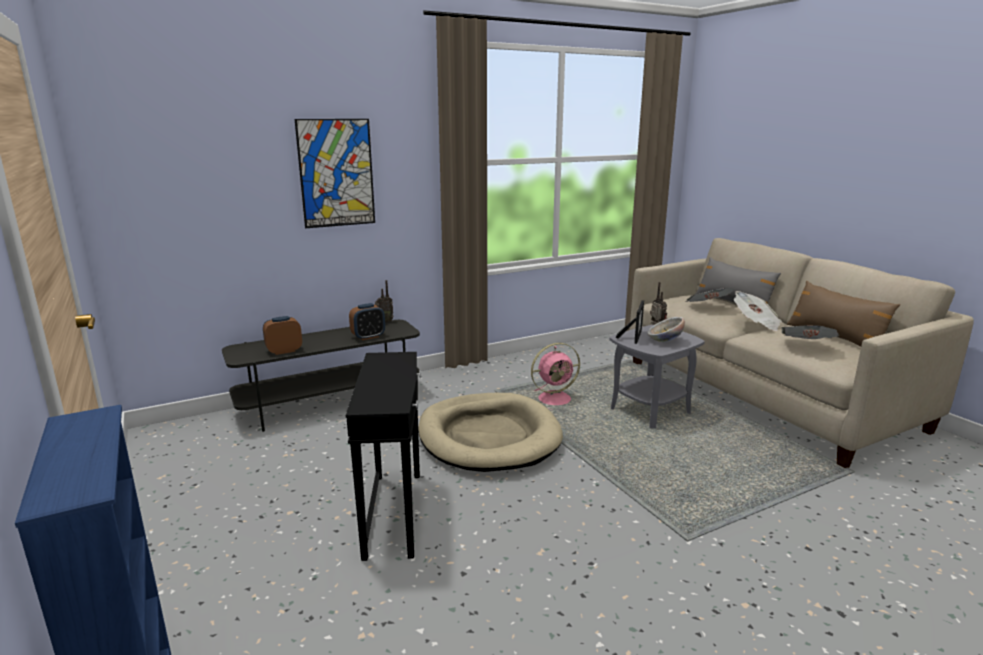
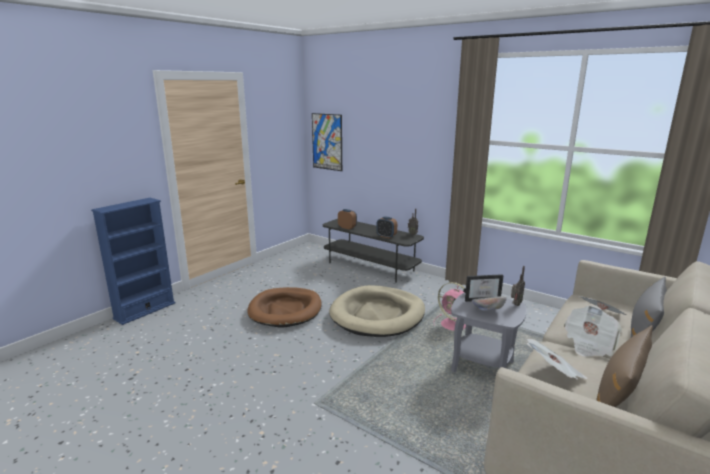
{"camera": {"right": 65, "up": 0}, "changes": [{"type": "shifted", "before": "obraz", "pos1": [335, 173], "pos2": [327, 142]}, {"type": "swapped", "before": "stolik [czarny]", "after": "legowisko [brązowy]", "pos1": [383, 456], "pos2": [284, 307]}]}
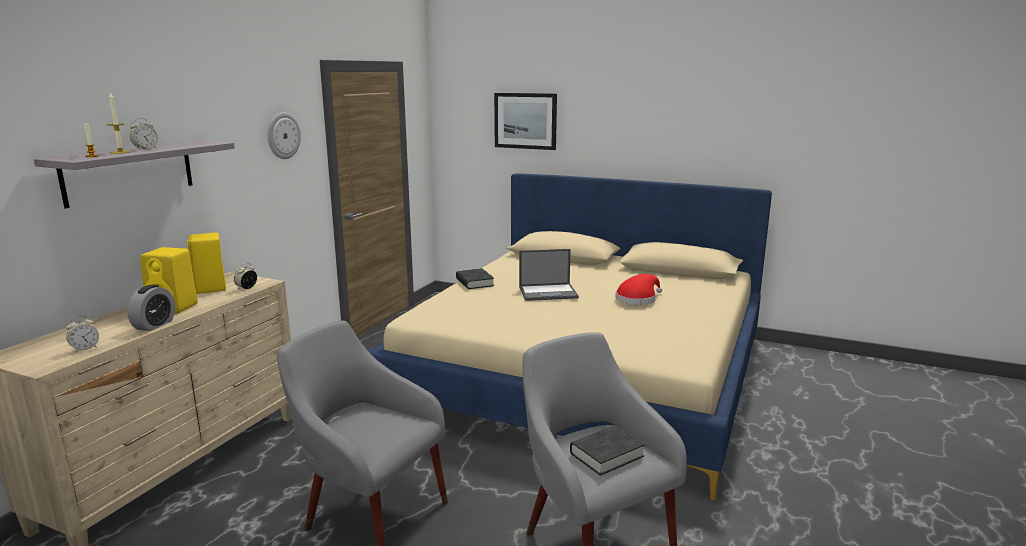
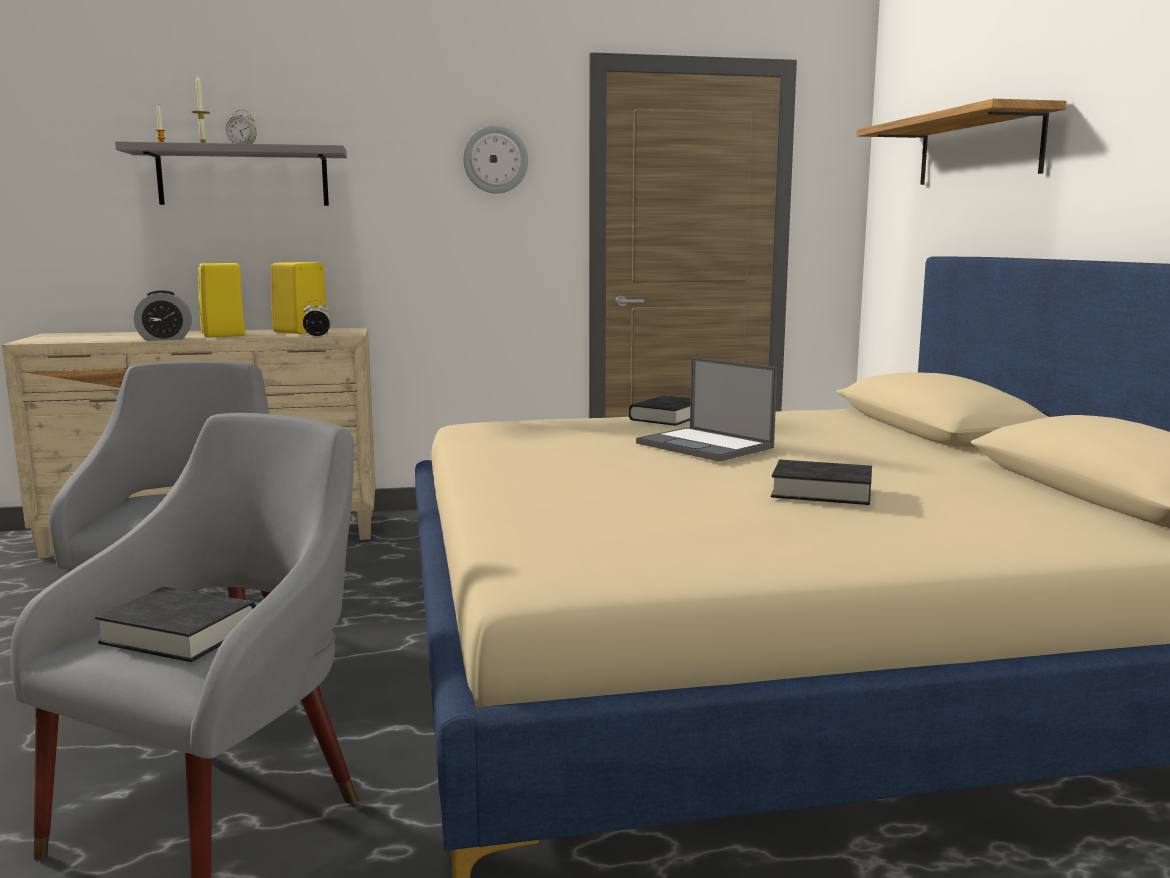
{"camera": {"right": 55, "up": -5}, "changes": [{"type": "gone", "before": "budzik", "pos1": [82, 334]}, {"type": "swapped", "before": "obraz", "after": "półka", "pos1": [525, 121], "pos2": [961, 142]}, {"type": "swapped", "before": "kapelusz [czerwony]", "after": "książka [czarny]", "pos1": [639, 289], "pos2": [821, 482]}]}
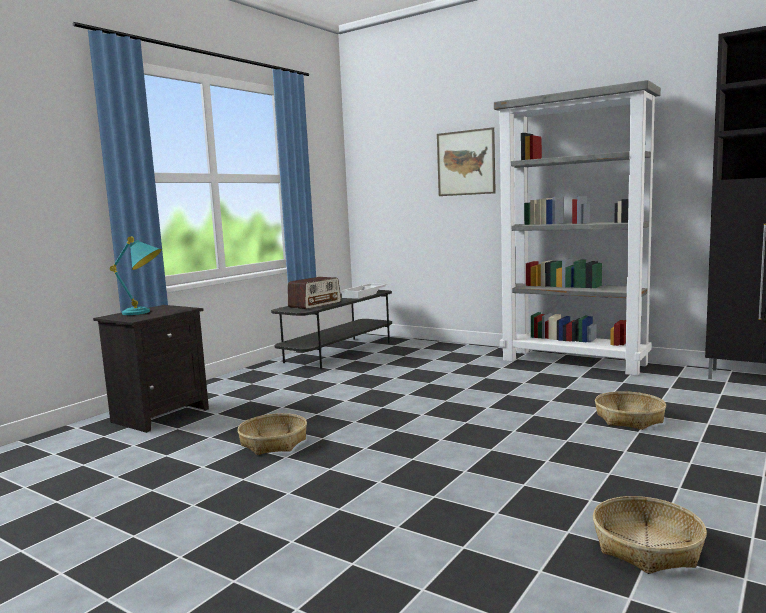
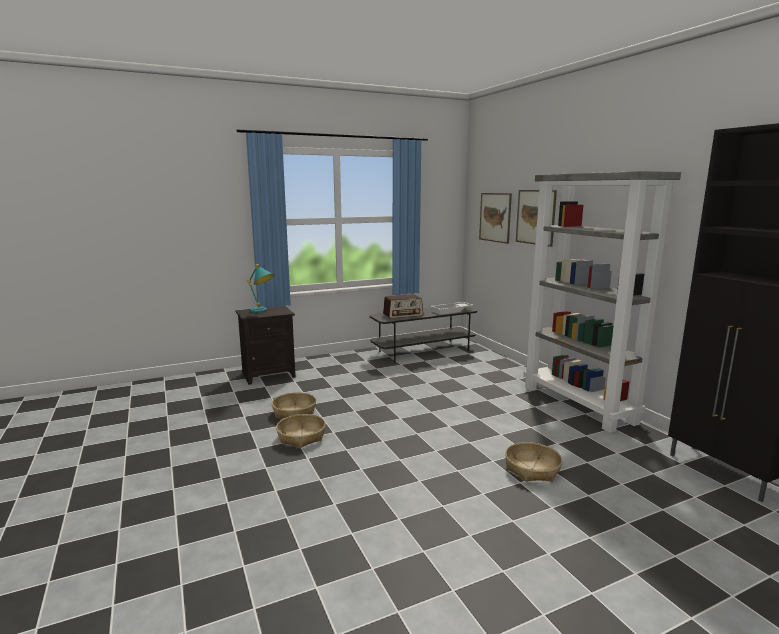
{"camera": {"right": 30, "up": 5}, "changes": [{"type": "new", "after": "obraz", "pos2": [495, 218]}, {"type": "shifted", "before": "koszyk", "pos1": [650, 535], "pos2": [301, 431]}]}
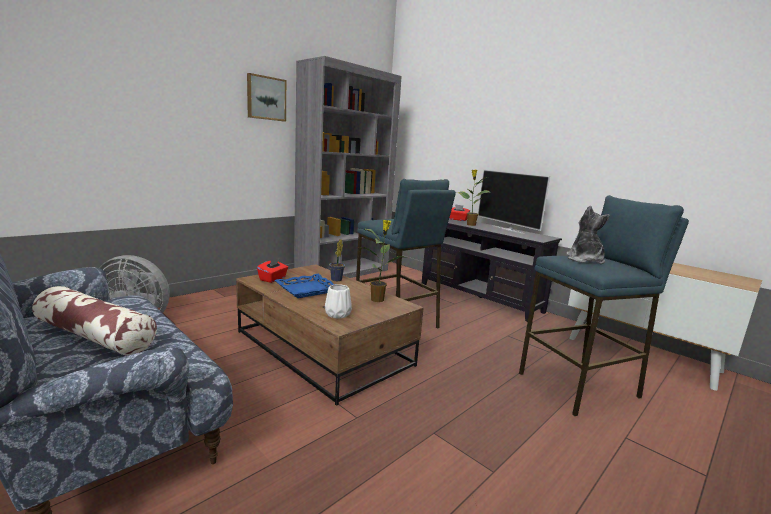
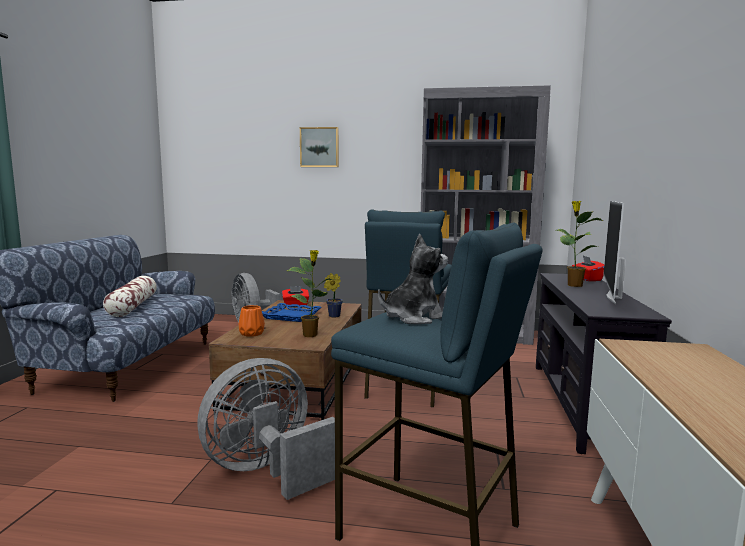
{"camera": {"right": 55, "up": -5}, "changes": [{"type": "new", "after": "wentylator [szary]", "pos2": [266, 429]}, {"type": "shifted", "before": "obraz", "pos1": [266, 97], "pos2": [319, 147]}, {"type": "repainted", "before": "wazon [biały]", "after": "wazon [pomarańczowy]", "pos1": [338, 301], "pos2": [252, 321]}]}
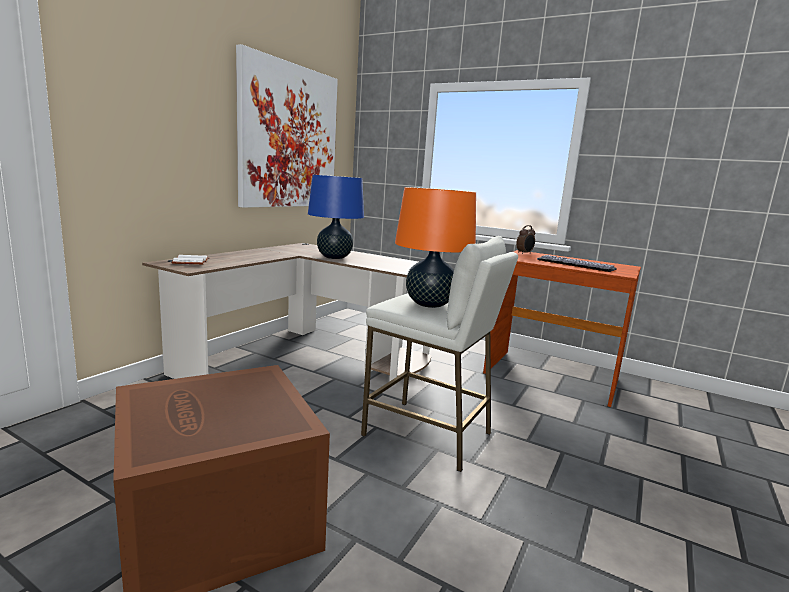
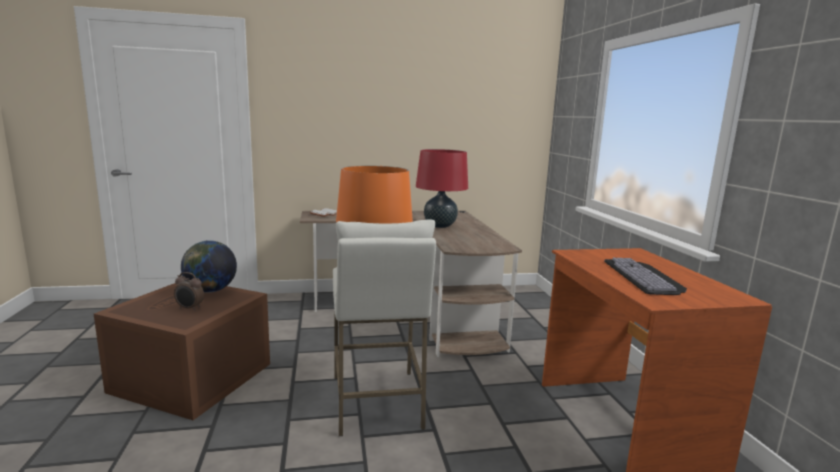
{"camera": {"right": 50, "up": 0}, "changes": [{"type": "gone", "before": "obraz", "pos1": [287, 126]}, {"type": "new", "after": "globus", "pos2": [209, 266]}, {"type": "shifted", "before": "budzik", "pos1": [525, 239], "pos2": [189, 291]}, {"type": "repainted", "before": "lampa stołowa [niebieski]", "after": "lampa stołowa [czerwony]", "pos1": [336, 217], "pos2": [442, 188]}]}
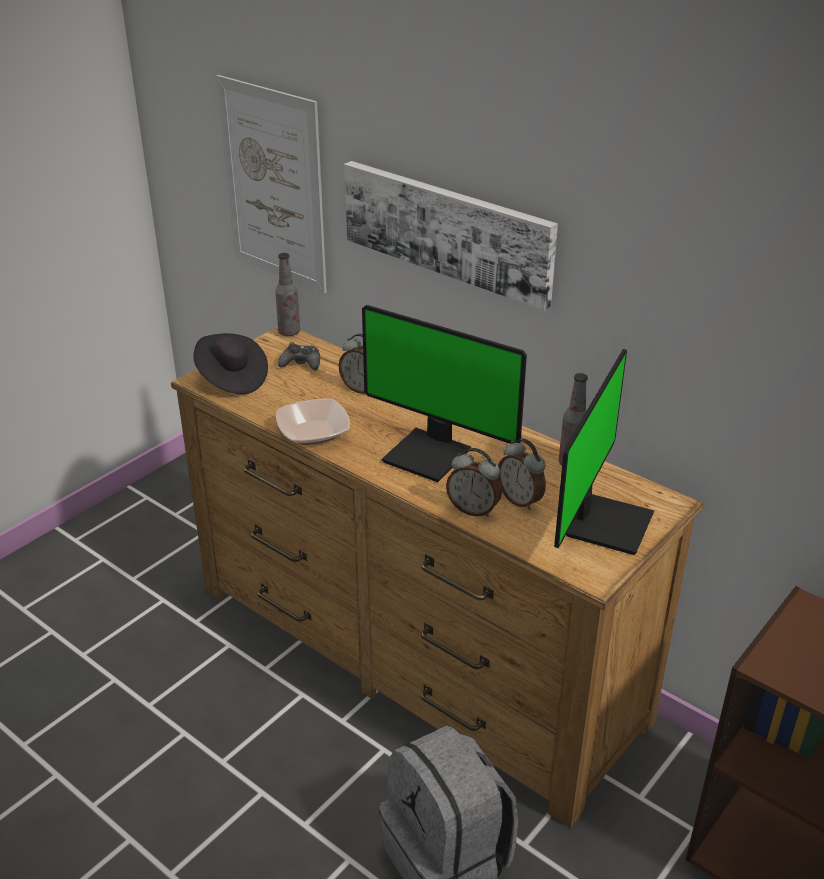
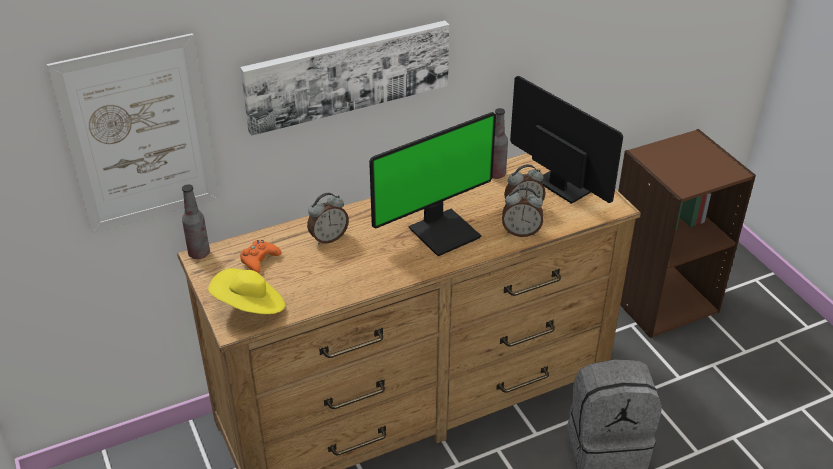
{"camera": {"right": -65, "up": 5}, "changes": [{"type": "gone", "before": "miska", "pos1": [313, 421]}, {"type": "repainted", "before": "kapelusz [czarny]", "after": "kapelusz [żółty]", "pos1": [230, 363], "pos2": [246, 291]}, {"type": "repainted", "before": "pad do gier [czarny]", "after": "pad do gier [pomarańczowy]", "pos1": [299, 356], "pos2": [260, 256]}, {"type": "rotated", "before": "budzik", "pos1": [474, 482], "pos2": [522, 212], "turn": 45}]}
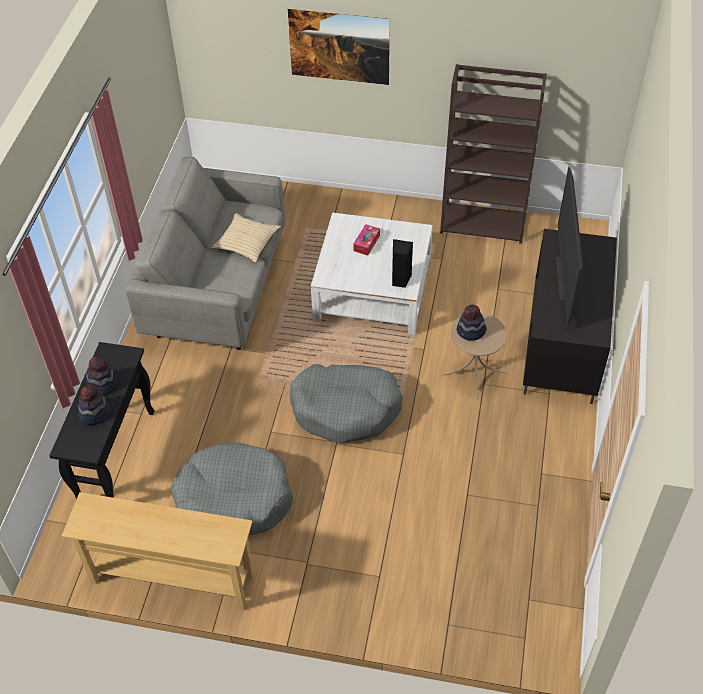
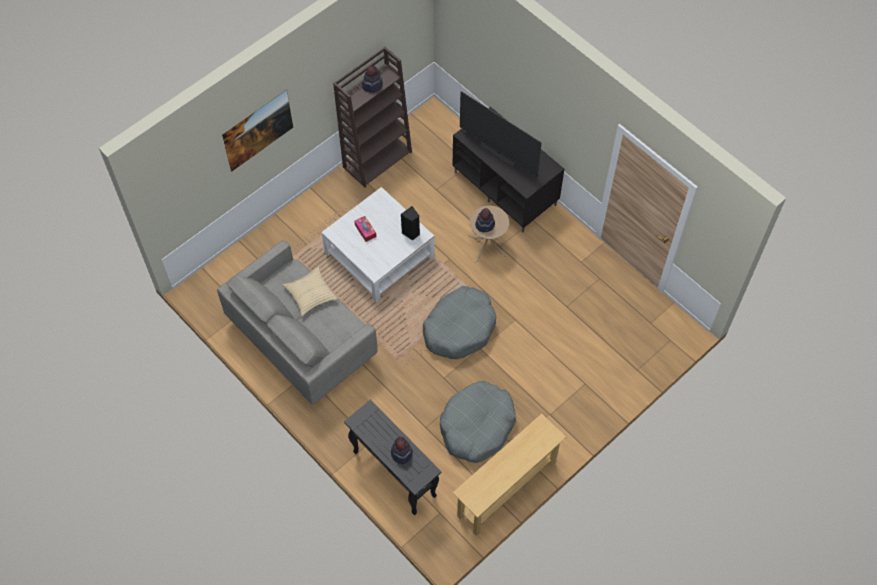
{"camera": {"right": -55, "up": 10}, "changes": [{"type": "shifted", "before": "kapelusz", "pos1": [101, 375], "pos2": [372, 79]}]}
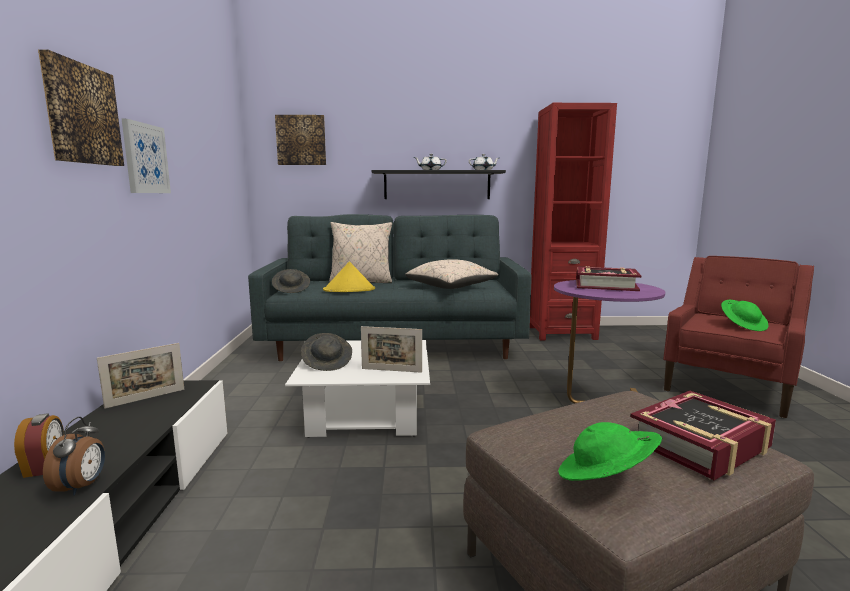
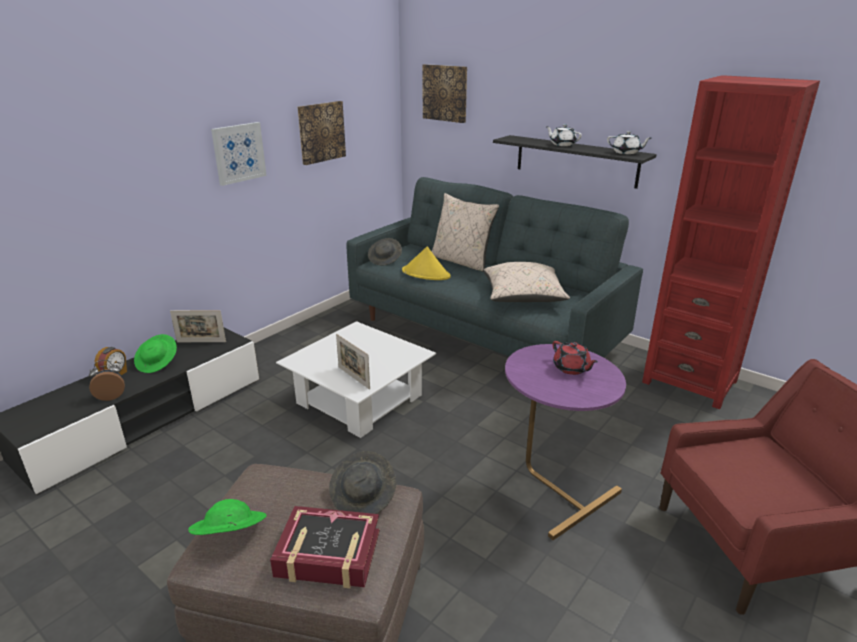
{"camera": {"right": 40, "up": 15}, "changes": [{"type": "shifted", "before": "obraz", "pos1": [81, 107], "pos2": [322, 133]}, {"type": "shifted", "before": "kapelusz [szary]", "pos1": [326, 352], "pos2": [362, 482]}, {"type": "shifted", "before": "kapelusz [zielony]", "pos1": [744, 315], "pos2": [155, 353]}, {"type": "swapped", "before": "książka", "after": "imbryk [czerwony]", "pos1": [608, 278], "pos2": [575, 358]}, {"type": "rotated", "before": "budzik", "pos1": [74, 456], "pos2": [107, 380], "turn": -150}]}
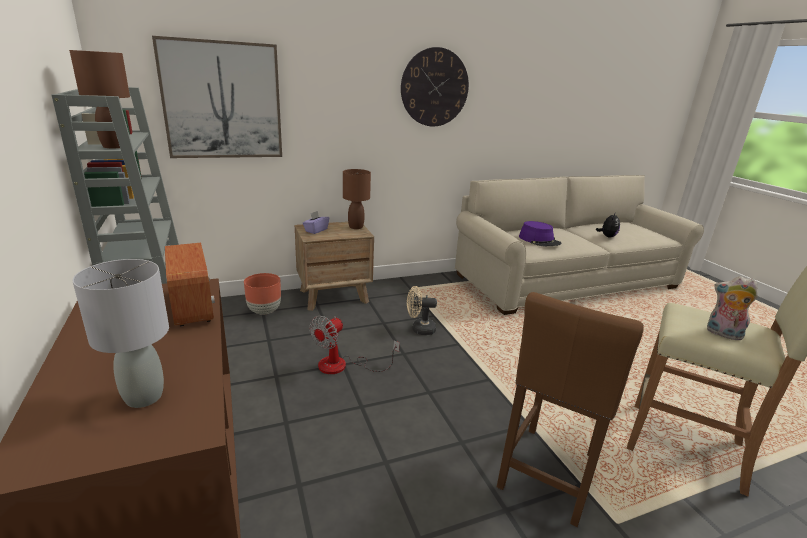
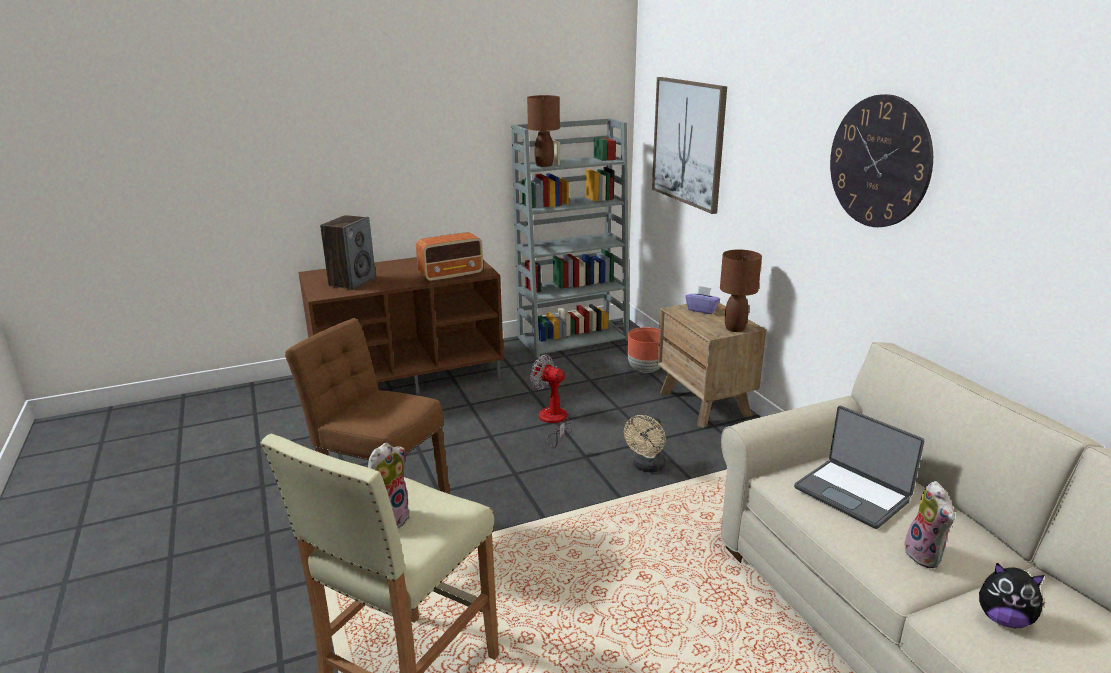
{"camera": {"right": 90, "up": 0}, "changes": [{"type": "new", "after": "pluszak", "pos2": [927, 524]}, {"type": "swapped", "before": "lampa stołowa [szary]", "after": "głośnik", "pos1": [120, 333], "pos2": [348, 252]}, {"type": "swapped", "before": "kapelusz [fioletowy]", "after": "laptop", "pos1": [540, 233], "pos2": [859, 467]}, {"type": "rotated", "before": "wentylator [beżowy]", "pos1": [422, 310], "pos2": [645, 444], "turn": -150}]}
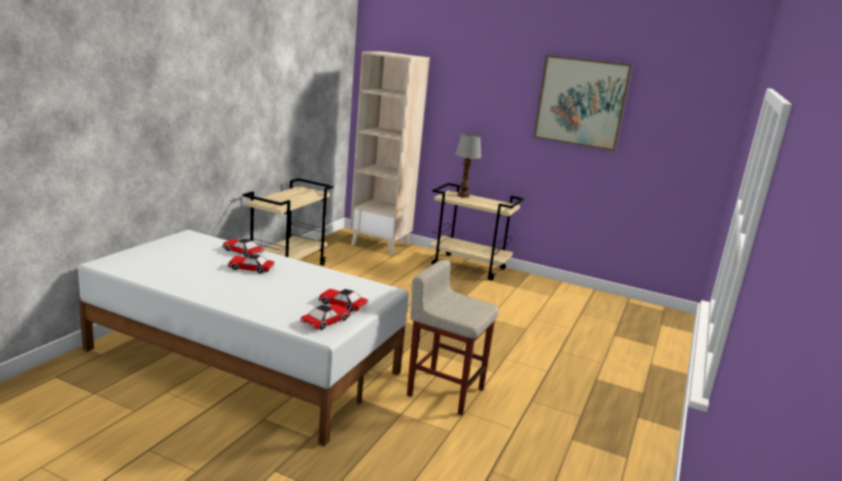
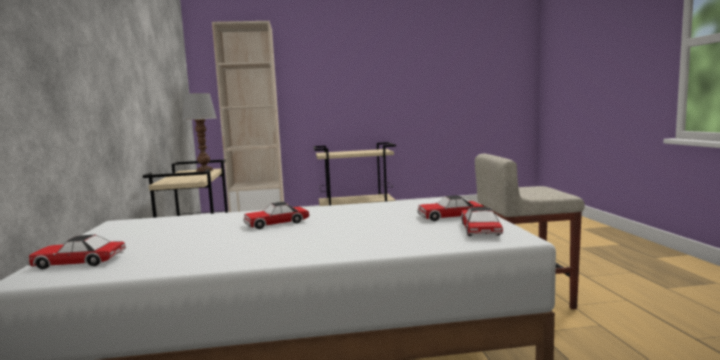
{"camera": {"right": -30, "up": -10}, "changes": [{"type": "gone", "before": "obraz", "pos1": [582, 103]}, {"type": "shifted", "before": "samochodzik", "pos1": [243, 248], "pos2": [76, 252]}, {"type": "shifted", "before": "lampa stołowa", "pos1": [468, 166], "pos2": [199, 132]}]}
